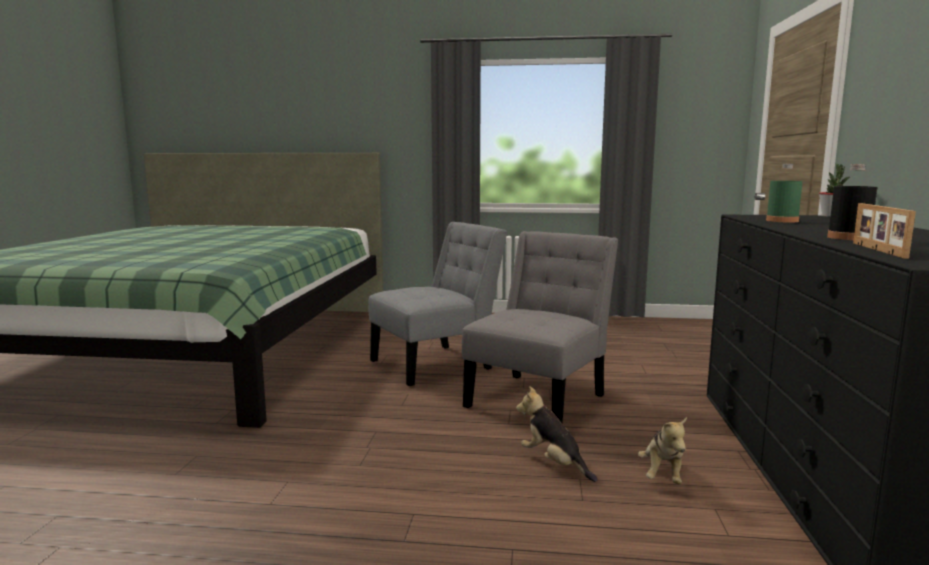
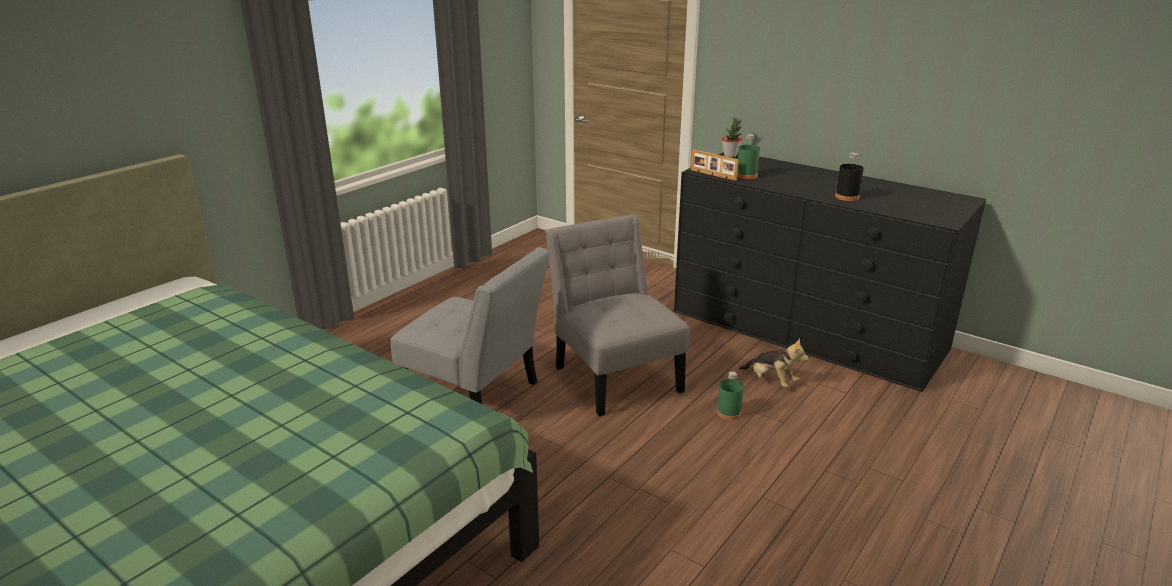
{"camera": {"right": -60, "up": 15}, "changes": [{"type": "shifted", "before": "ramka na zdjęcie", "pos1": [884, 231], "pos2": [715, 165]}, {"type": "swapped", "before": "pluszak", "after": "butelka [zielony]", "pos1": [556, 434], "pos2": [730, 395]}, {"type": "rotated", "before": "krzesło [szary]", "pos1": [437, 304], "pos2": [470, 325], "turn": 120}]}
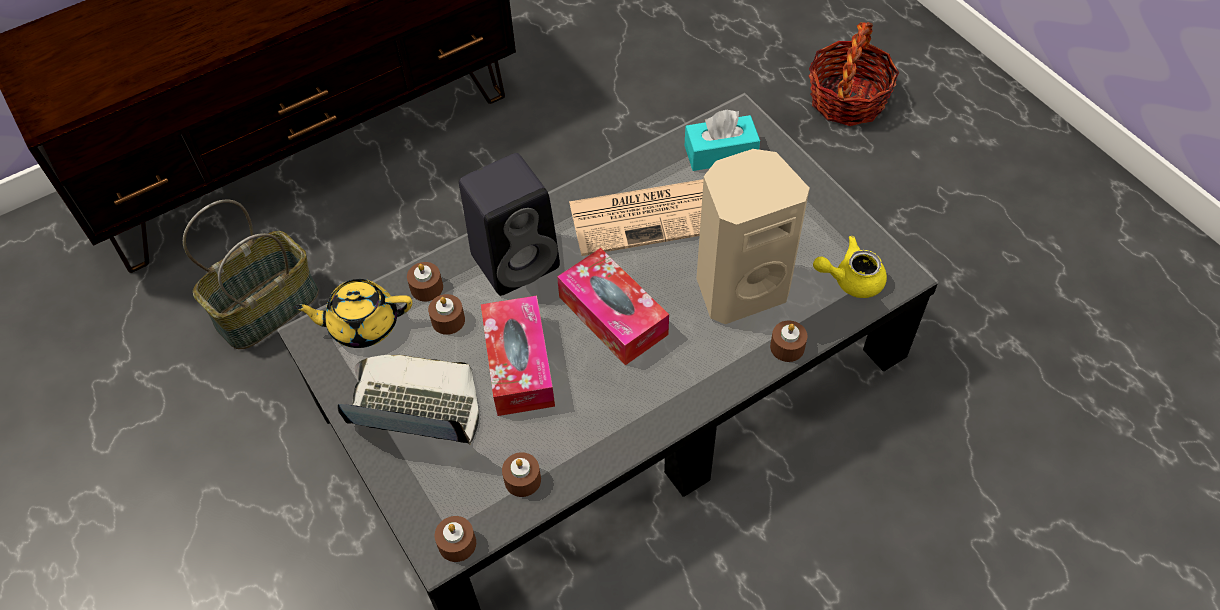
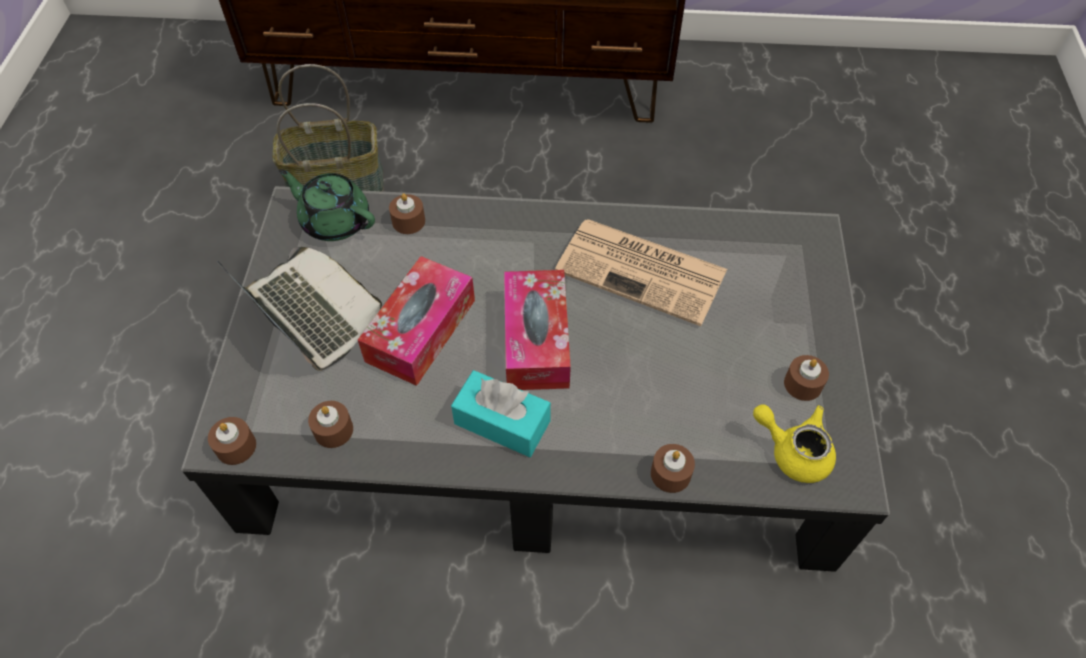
{"camera": {"right": 35, "up": 0}, "changes": [{"type": "gone", "before": "głośnik [czarny]", "pos1": [509, 224]}, {"type": "gone", "before": "głośnik [beżowy]", "pos1": [753, 236]}, {"type": "gone", "before": "koszyk", "pos1": [854, 74]}, {"type": "shifted", "before": "świeca [brązowy]", "pos1": [446, 314], "pos2": [806, 378]}, {"type": "shifted", "before": "pudełko chusteczek [turkusowy]", "pos1": [722, 140], "pos2": [501, 413]}, {"type": "repainted", "before": "imbryk [żółty]", "after": "imbryk [zielony]", "pos1": [352, 313], "pos2": [327, 205]}]}
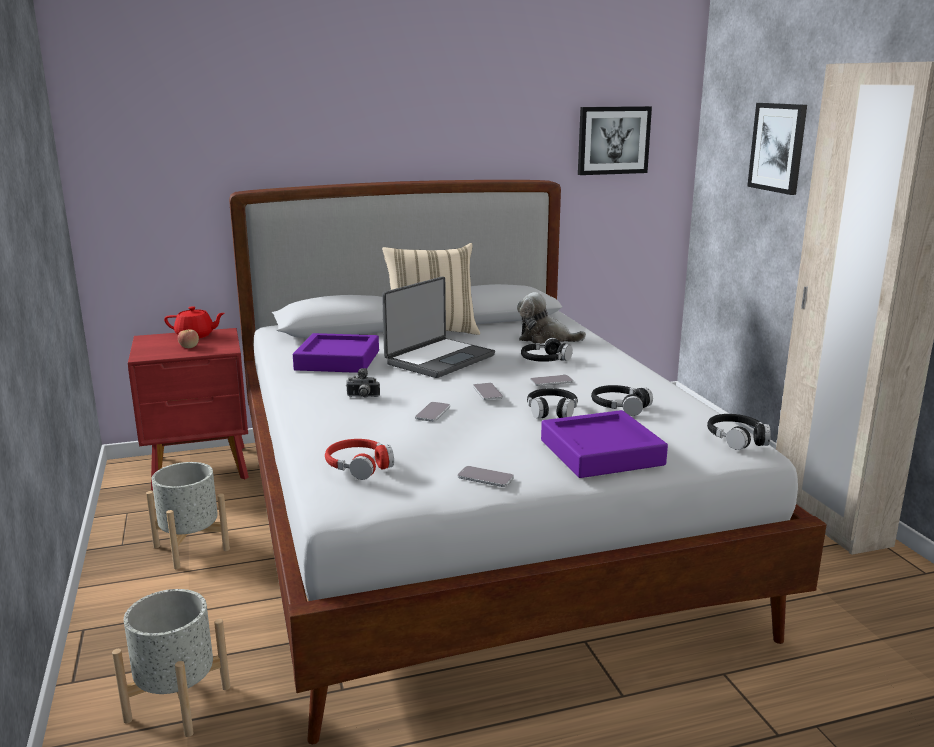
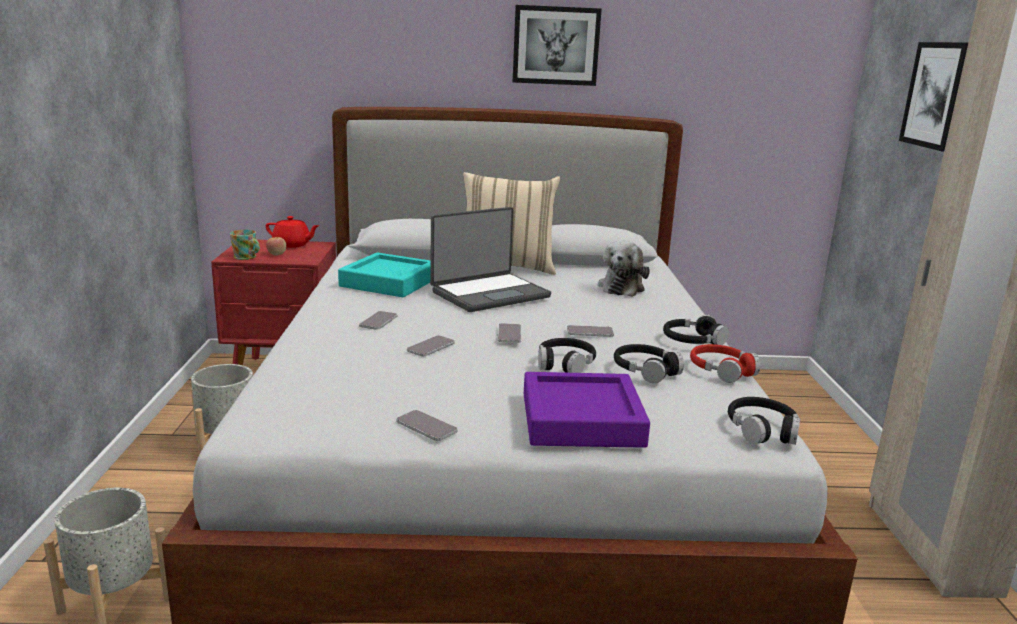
{"camera": {"right": 15, "up": 0}, "changes": [{"type": "new", "after": "kubek", "pos2": [245, 245]}, {"type": "shifted", "before": "słuchawki [czerwony]", "pos1": [359, 459], "pos2": [725, 363]}, {"type": "shifted", "before": "słuchawki [czarny]", "pos1": [547, 350], "pos2": [696, 330]}, {"type": "shifted", "before": "obraz", "pos1": [615, 140], "pos2": [557, 45]}, {"type": "swapped", "before": "aparat fotograficzny", "after": "telefon", "pos1": [363, 383], "pos2": [378, 320]}, {"type": "repainted", "before": "taca [fioletowy]", "after": "taca [turkusowy]", "pos1": [336, 353], "pos2": [384, 275]}, {"type": "rotated", "before": "pluszak", "pos1": [551, 318], "pos2": [624, 268], "turn": -105}]}
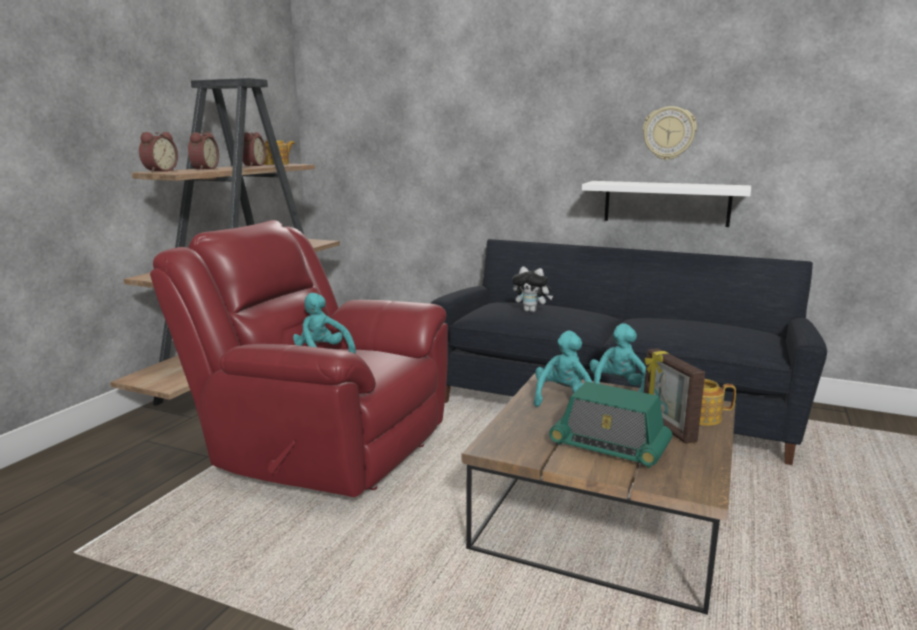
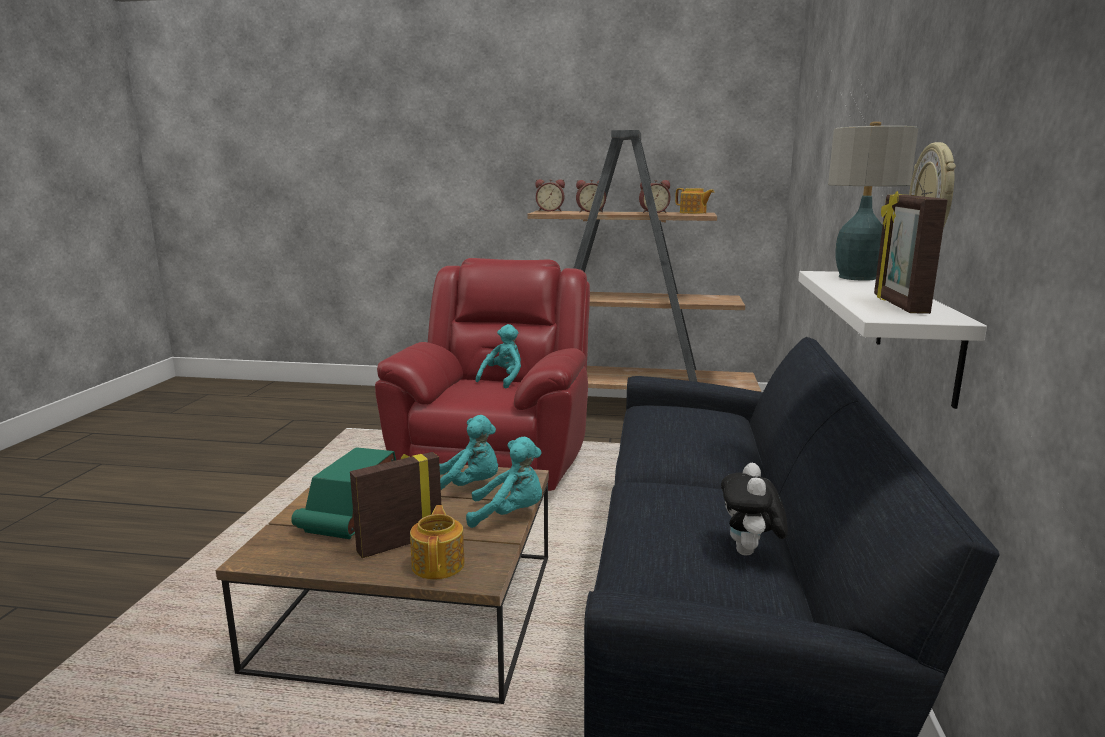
{"camera": {"right": 75, "up": 0}, "changes": [{"type": "new", "after": "lampa stołowa", "pos2": [873, 201]}, {"type": "new", "after": "ramka na zdjęcie", "pos2": [911, 252]}, {"type": "shifted", "before": "pluszak", "pos1": [532, 289], "pos2": [754, 509]}]}
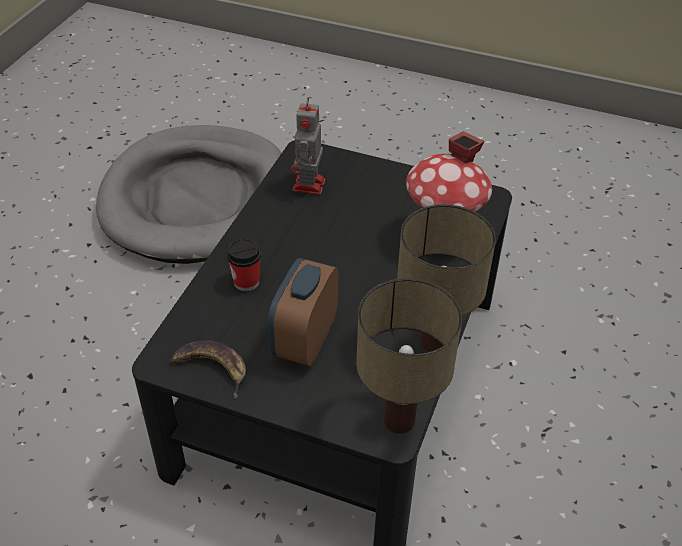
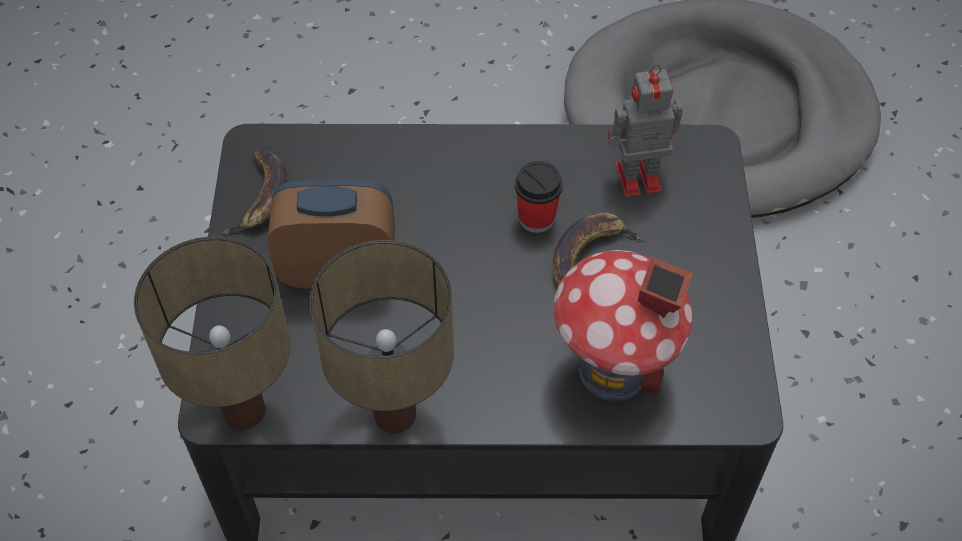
{"camera": {"right": 70, "up": 10}, "changes": [{"type": "new", "after": "banan", "pos2": [598, 249]}, {"type": "shifted", "before": "filiżanka", "pos1": [244, 264], "pos2": [539, 197]}]}
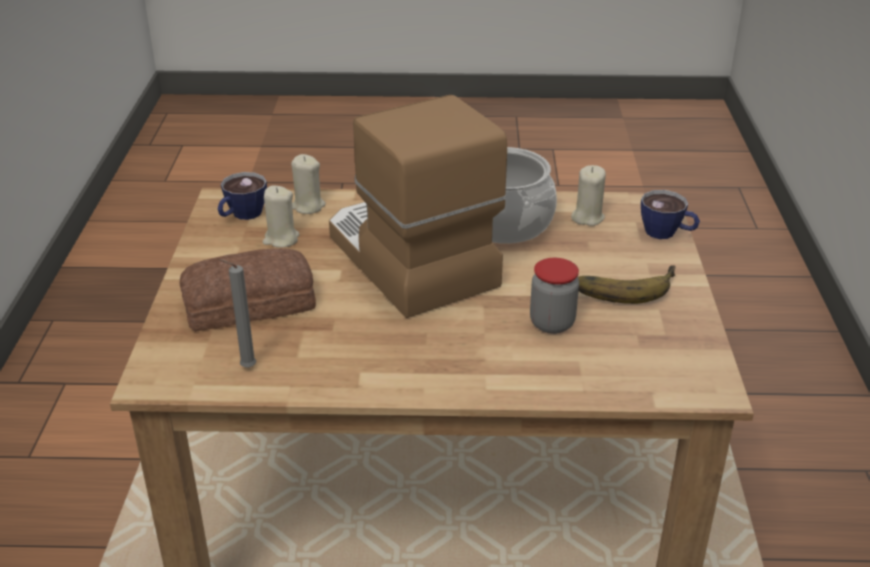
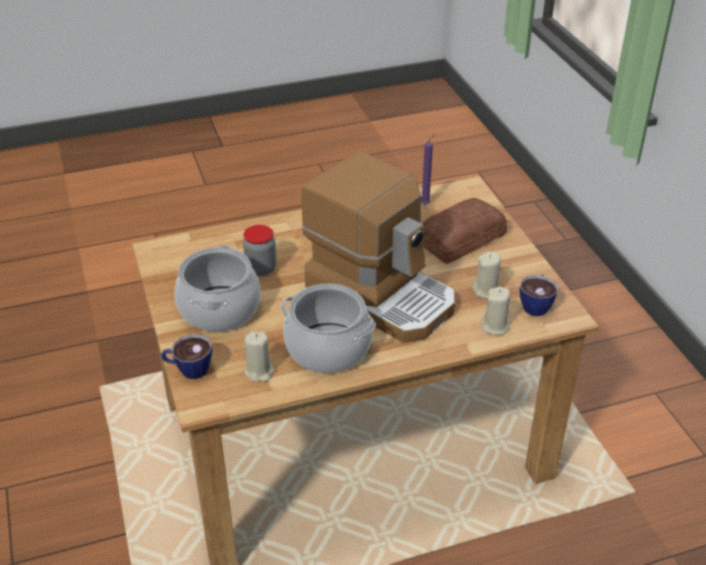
{"camera": {"right": 160, "up": 5}, "changes": [{"type": "swapped", "before": "banan", "after": "garnek", "pos1": [627, 284], "pos2": [218, 288]}, {"type": "repainted", "before": "świeca [szary]", "after": "świeca [fioletowy]", "pos1": [238, 313], "pos2": [428, 169]}]}
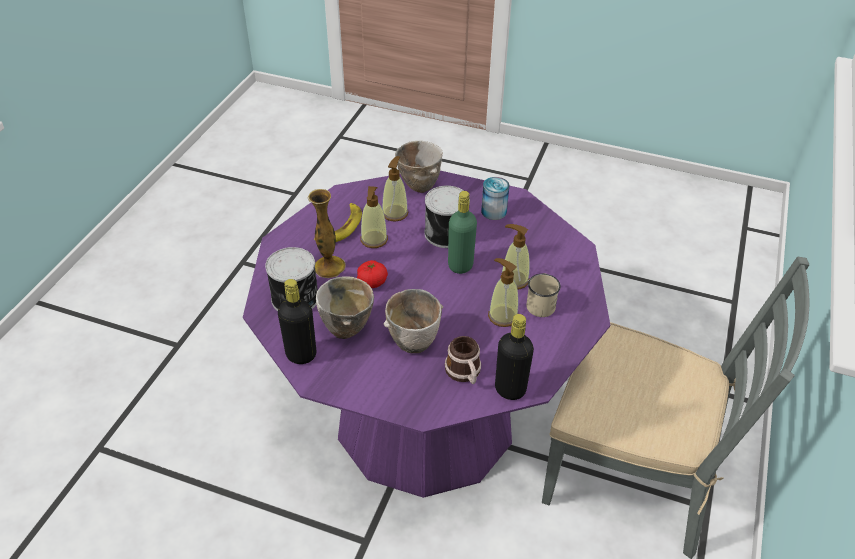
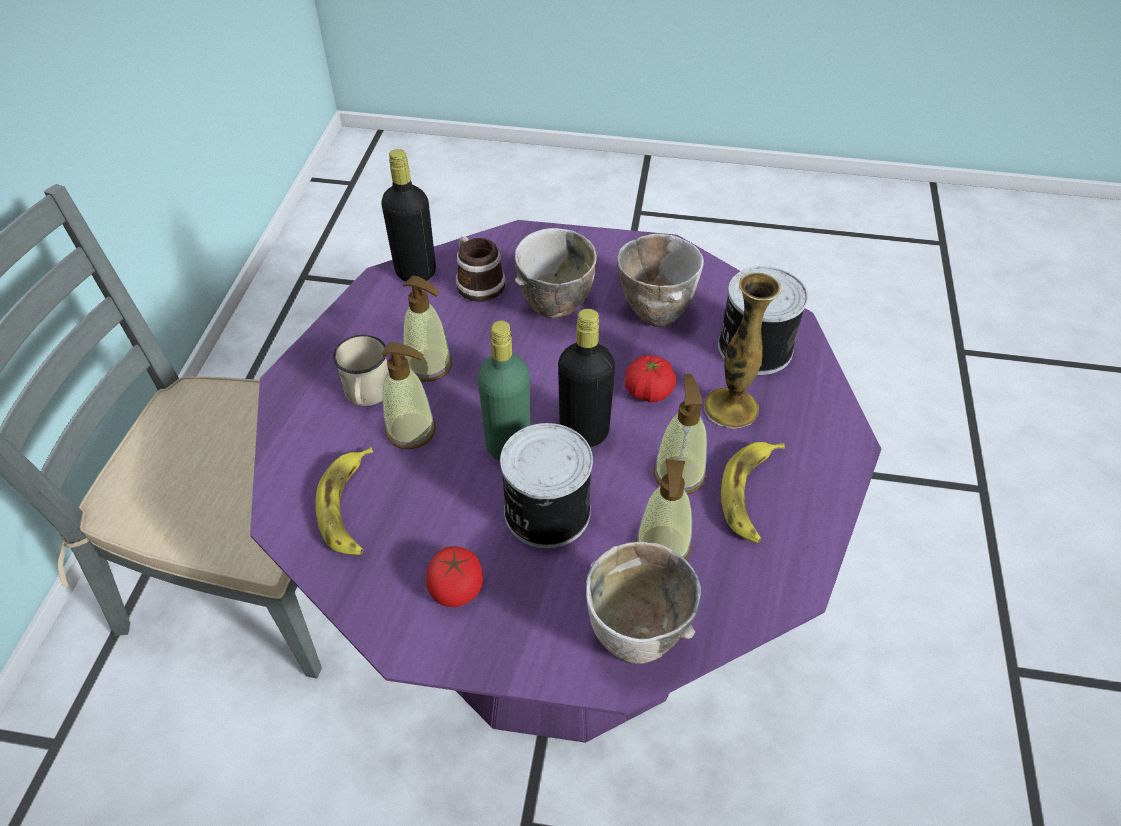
{"camera": {"right": 170, "up": 5}, "changes": [{"type": "new", "after": "banan", "pos2": [344, 501]}, {"type": "shifted", "before": "butelka [czarny]", "pos1": [297, 321], "pos2": [586, 378]}, {"type": "swapped", "before": "puszka", "after": "pomidor", "pos1": [495, 198], "pos2": [454, 576]}]}
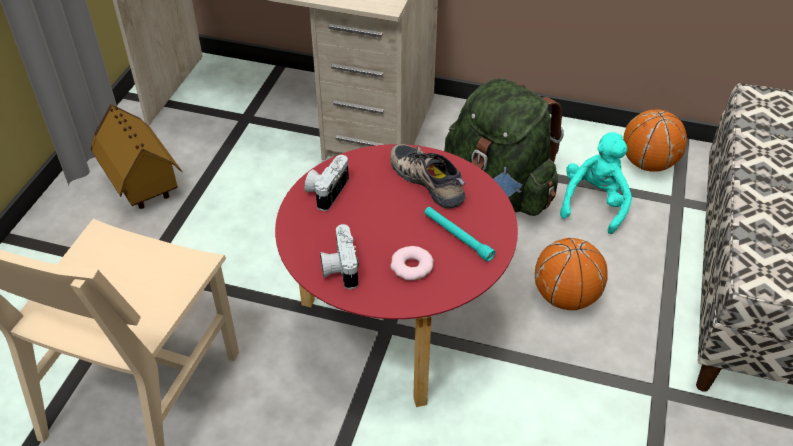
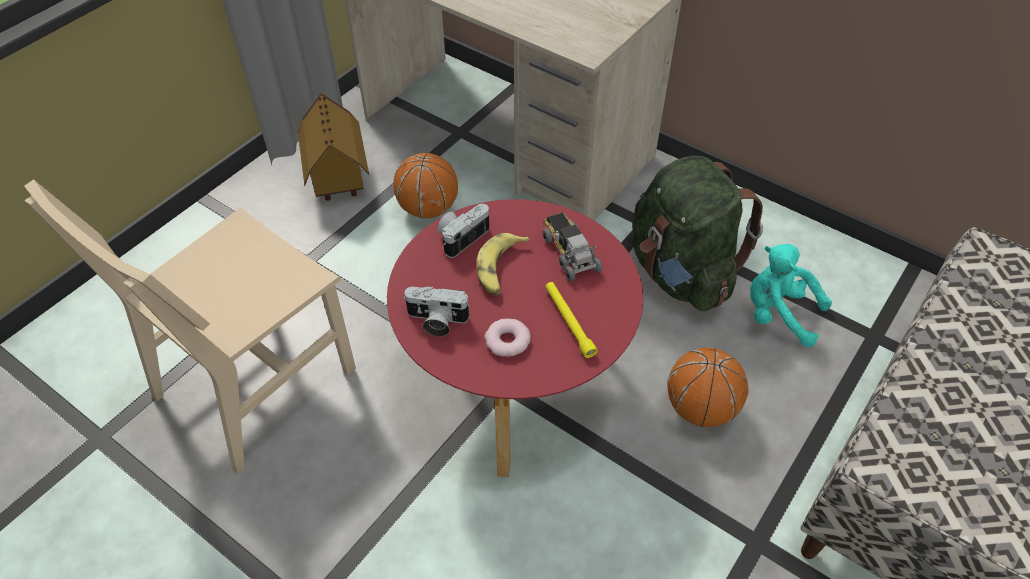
{"camera": {"right": 20, "up": 5}, "changes": [{"type": "new", "after": "banan", "pos2": [503, 264]}, {"type": "shifted", "before": "piłka do koszykówki", "pos1": [655, 140], "pos2": [425, 185]}, {"type": "swapped", "before": "but", "after": "ciężarówka zabawkowa", "pos1": [428, 176], "pos2": [572, 246]}, {"type": "repainted", "before": "latarka [turkusowy]", "after": "latarka [żółty]", "pos1": [459, 234], "pos2": [571, 320]}, {"type": "rotated", "before": "aparat fotograficzny", "pos1": [339, 256], "pos2": [436, 312], "turn": -90}, {"type": "rotated", "before": "pluszak [turkusowy]", "pos1": [596, 183], "pos2": [791, 295], "turn": -105}]}
